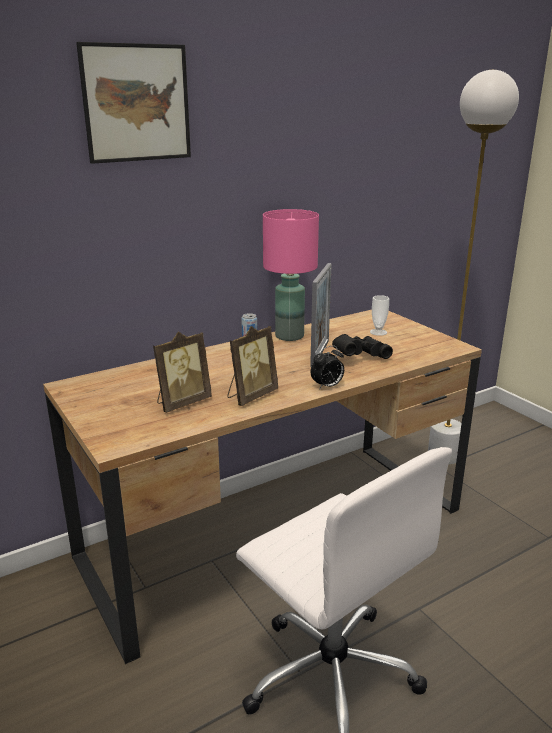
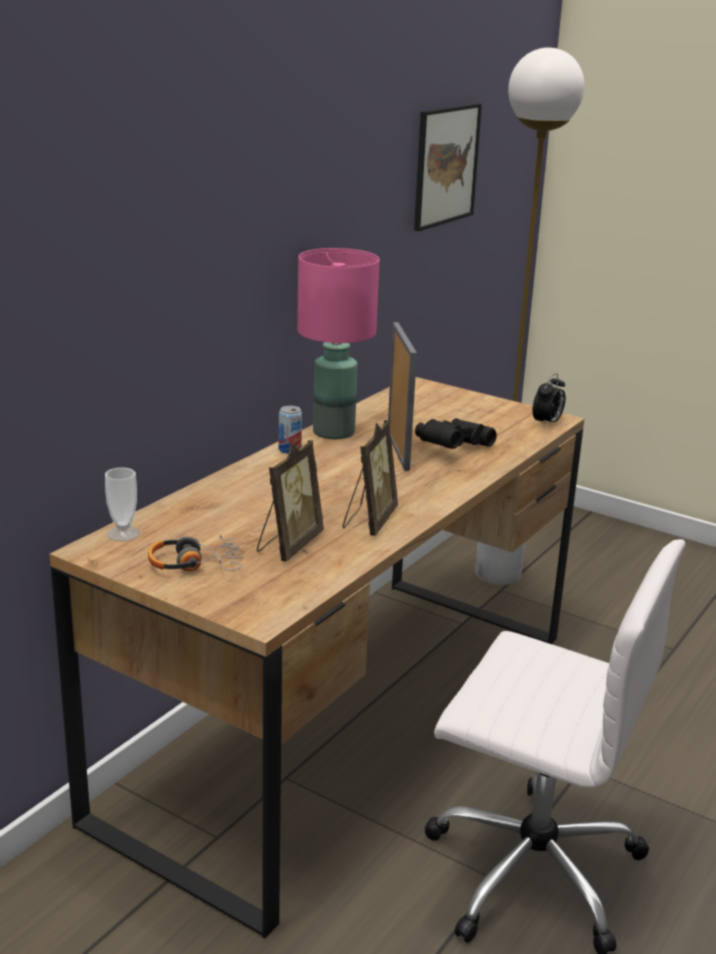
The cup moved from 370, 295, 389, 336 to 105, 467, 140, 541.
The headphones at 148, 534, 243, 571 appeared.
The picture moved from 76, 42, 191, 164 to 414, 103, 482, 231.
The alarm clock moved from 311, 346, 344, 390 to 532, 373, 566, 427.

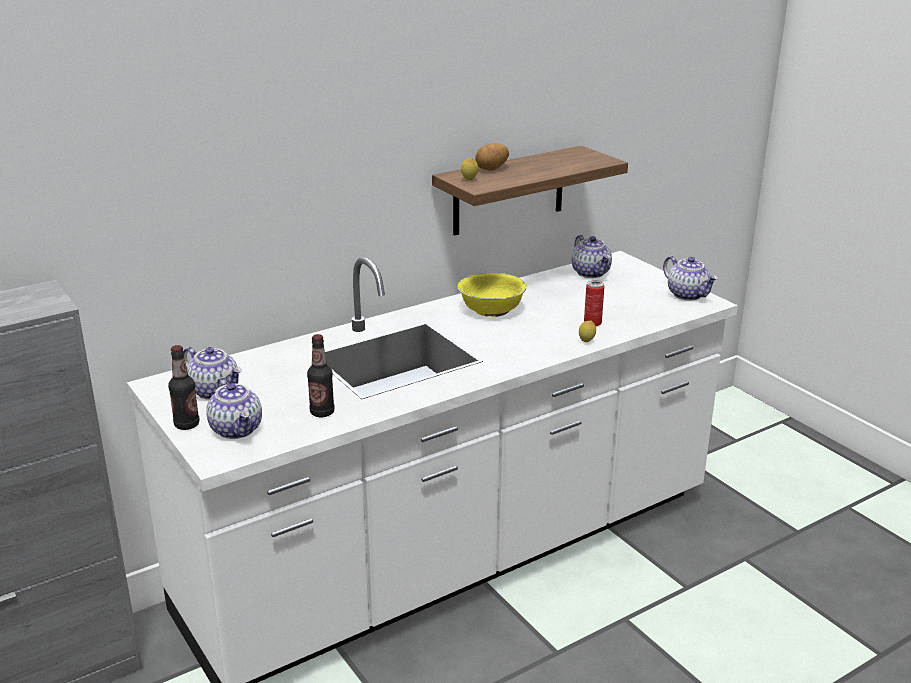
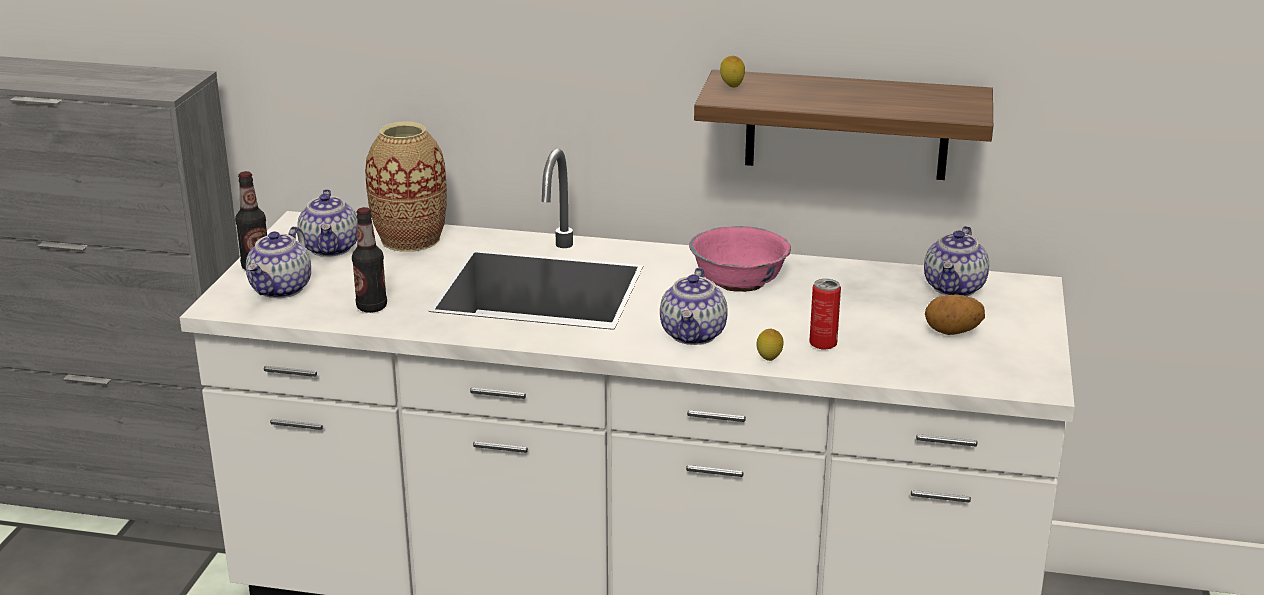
The vase at 365, 121, 446, 252 appeared.
The teapot moved from 663, 256, 718, 301 to 660, 268, 728, 345.
The bowl (yellow) at 458, 273, 527, 317 became the bowl (pink) at 689, 226, 791, 292.
The potato moved from 475, 143, 509, 171 to 925, 294, 985, 335.

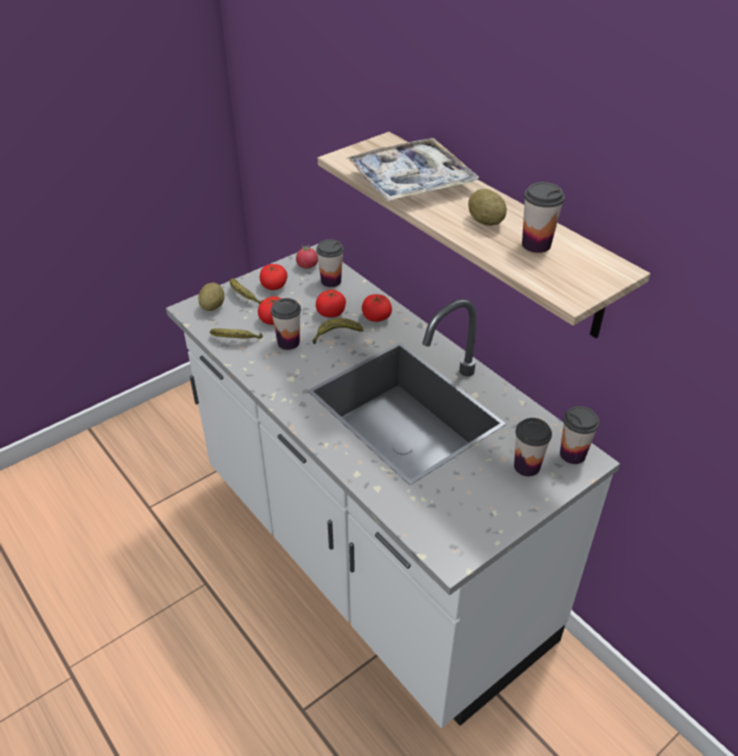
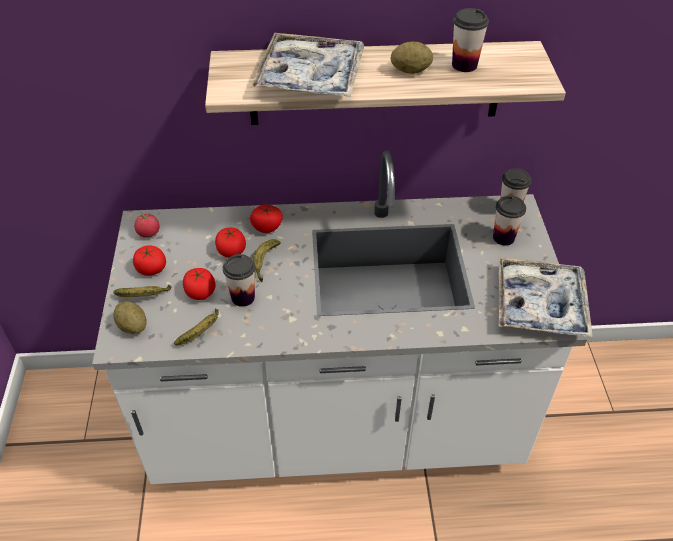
The tray at 499, 257, 592, 338 appeared.
The cup at 316, 239, 344, 287 disappeared.

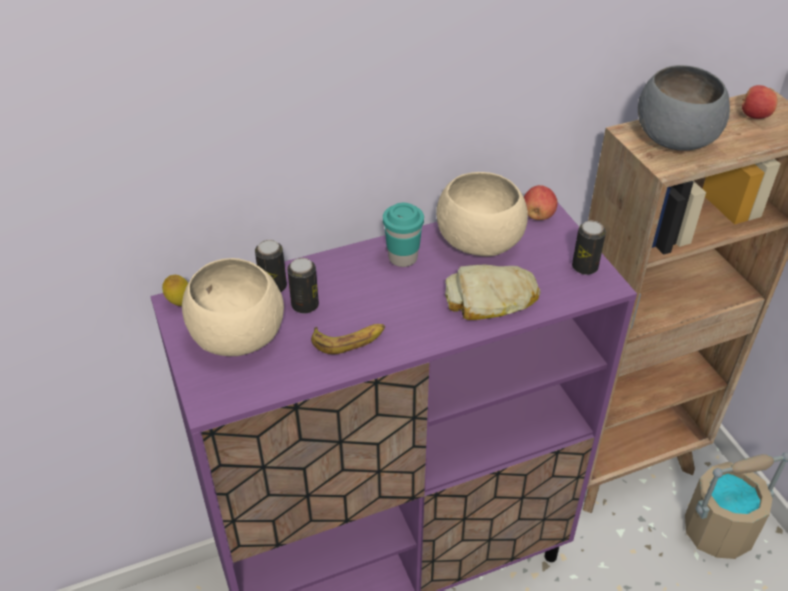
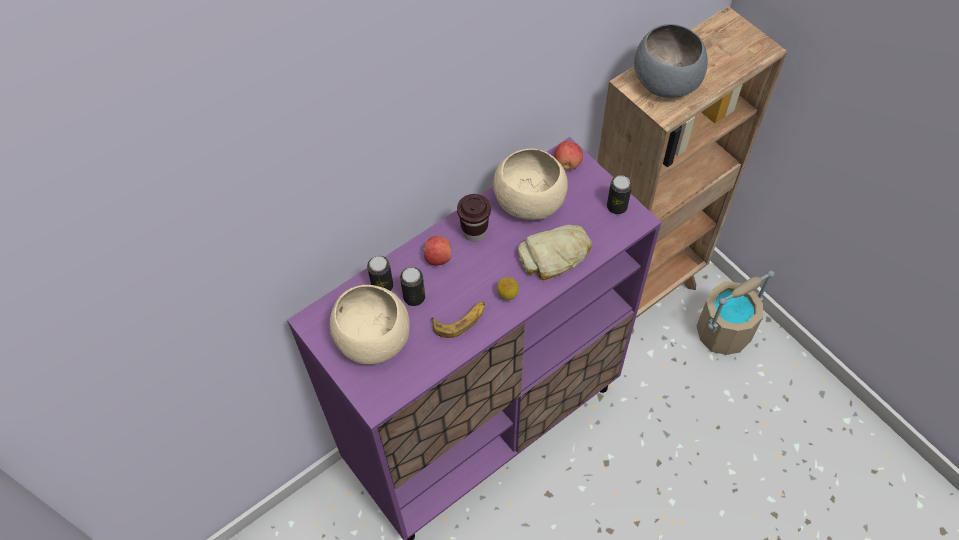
The apple moved from 742, 85, 778, 119 to 423, 236, 451, 266.
The cup (turquoise) at 383, 203, 424, 267 became the cup (brown) at 457, 194, 491, 242.
The lemon moved from 162, 275, 188, 306 to 497, 277, 519, 300.

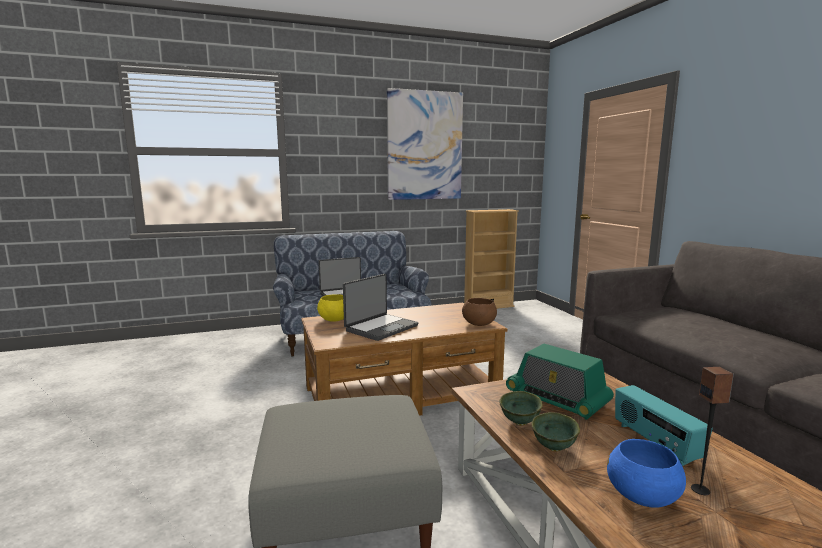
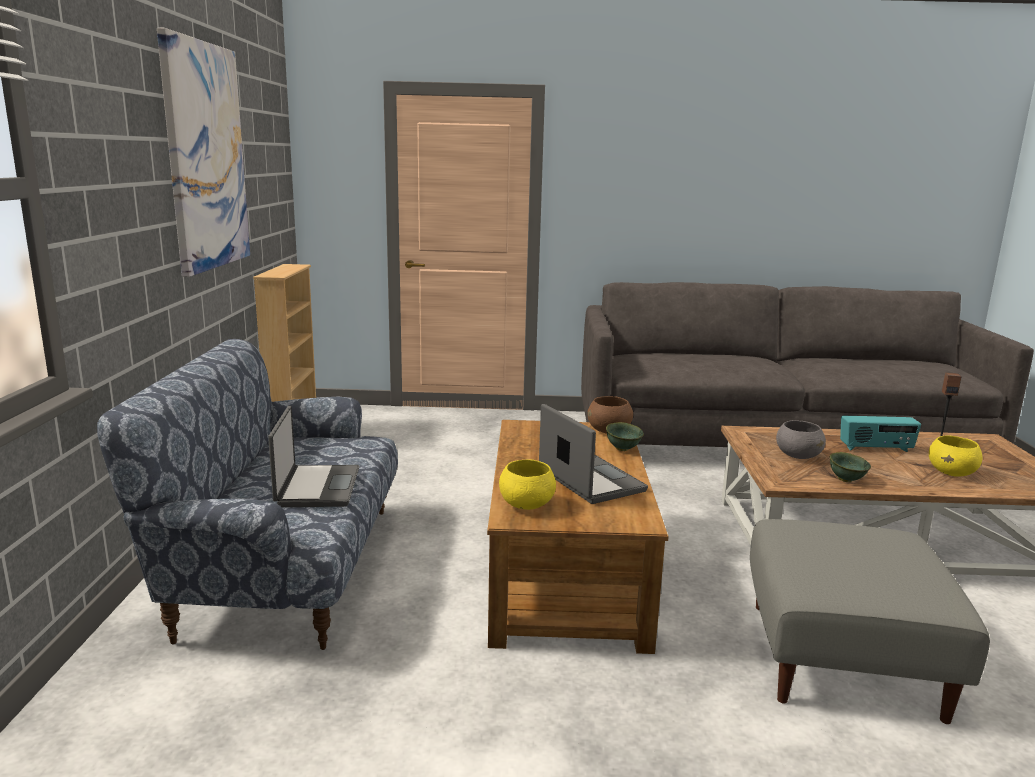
The bowl (green) moved from 531, 412, 580, 451 to 606, 422, 644, 451.
The radio at 506, 344, 614, 420 was replaced by the bowl (grey) at 776, 420, 826, 459.
The bowl (blue) at 607, 439, 686, 508 became the bowl (yellow) at 929, 435, 982, 477.

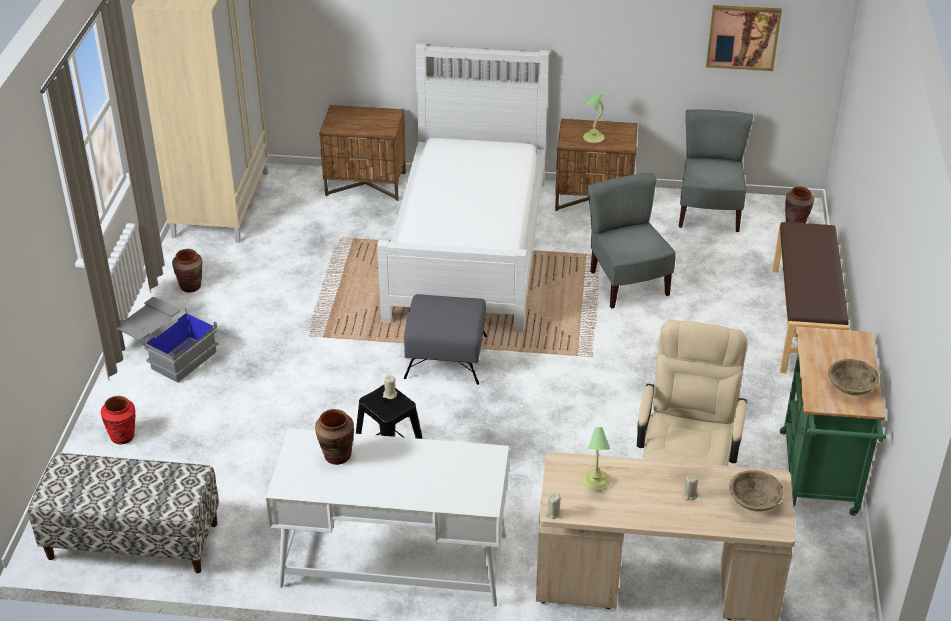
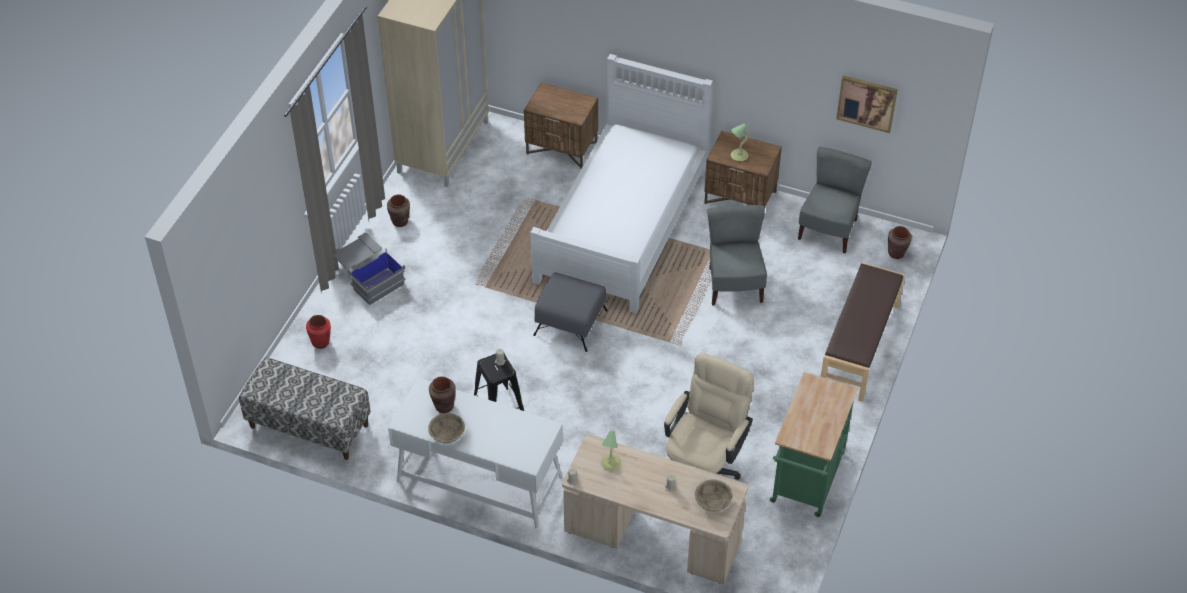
The bowl (beige) moved from 828, 359, 879, 395 to 428, 413, 465, 443.

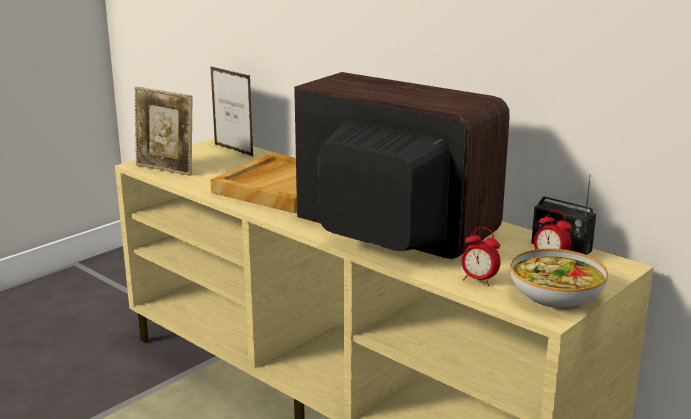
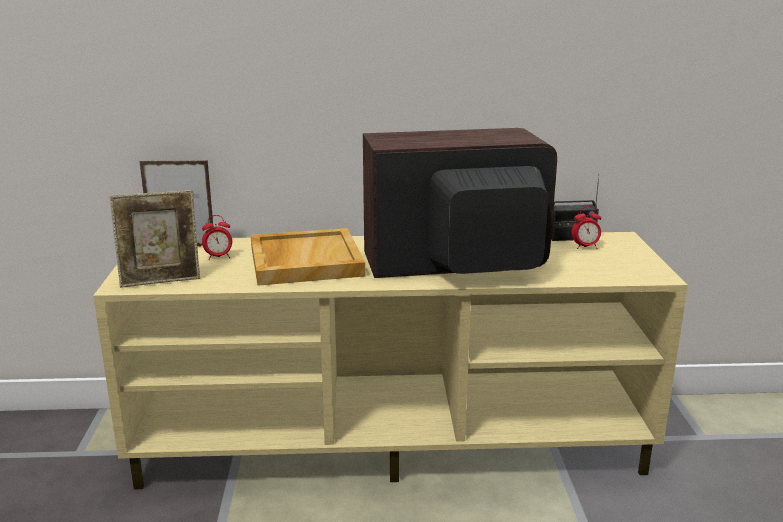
The alarm clock moved from 462, 227, 501, 286 to 202, 215, 232, 260.
The bowl at 510, 249, 608, 310 disappeared.

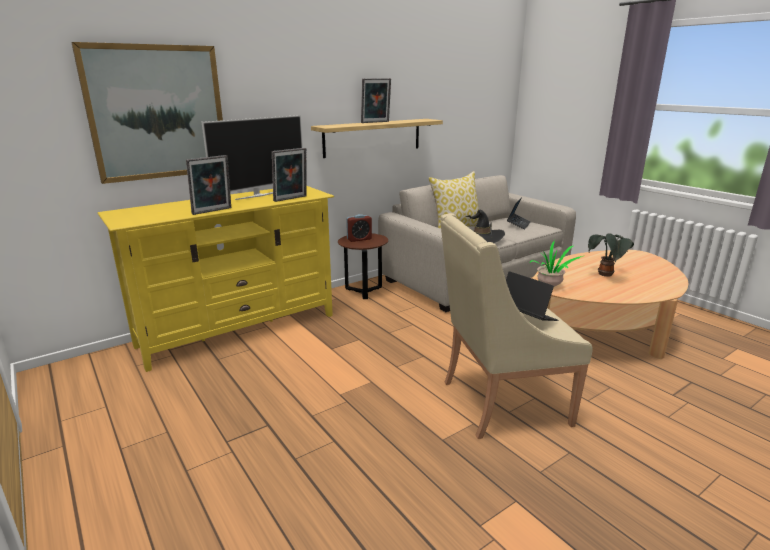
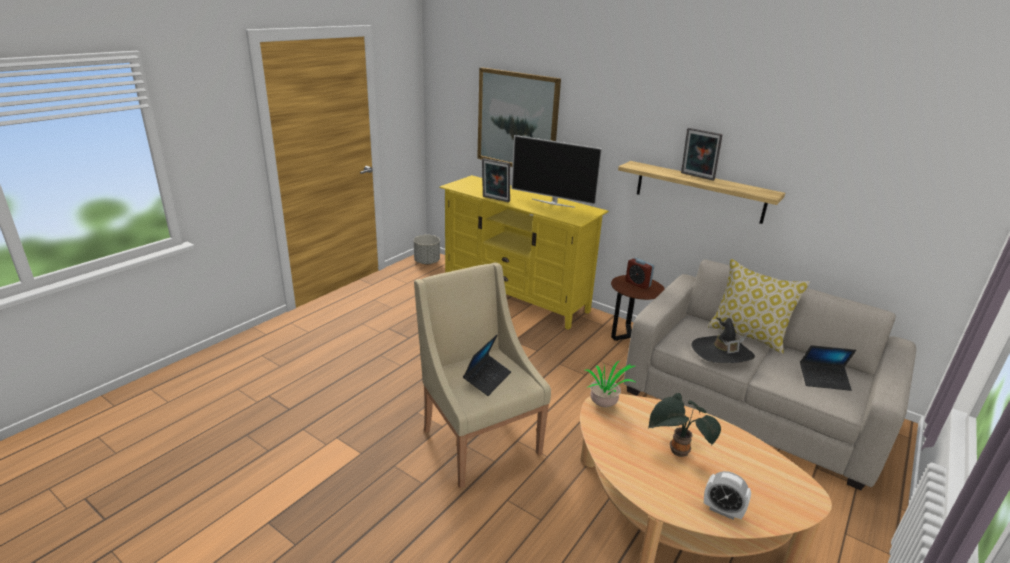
The planter (grey) at 414, 235, 440, 265 appeared.
The alarm clock at 704, 471, 751, 520 appeared.
The picture frame at 272, 148, 307, 202 disappeared.

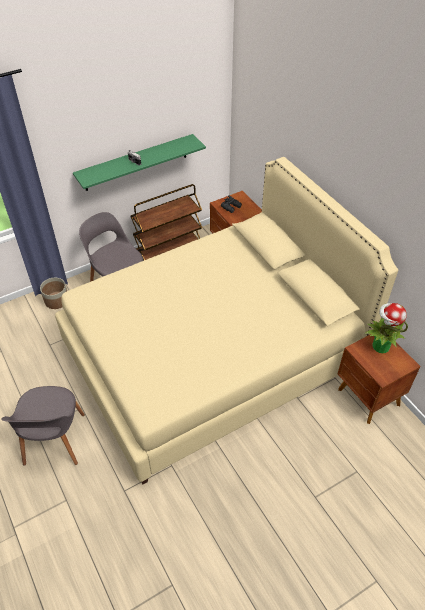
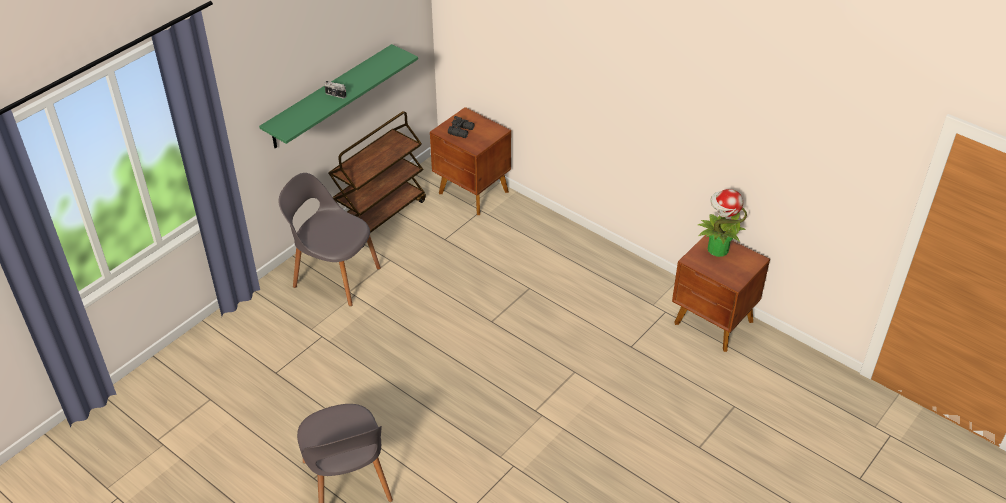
The planter at 40, 278, 67, 309 disappeared.
The bed (beige) at 55, 157, 398, 484 disappeared.

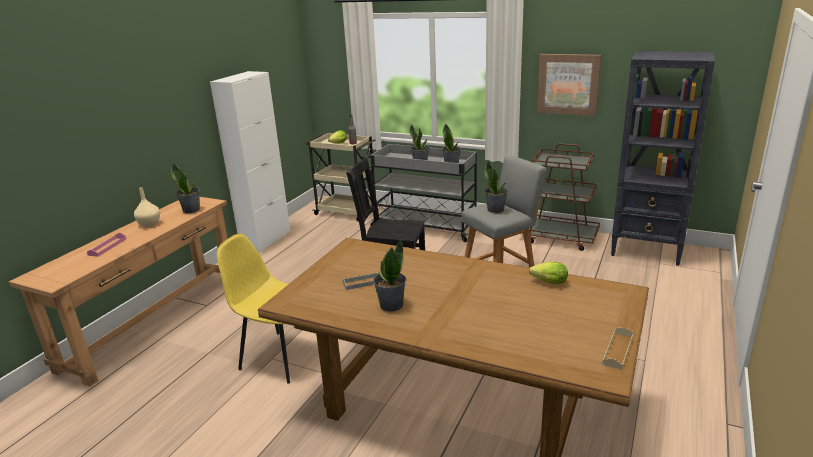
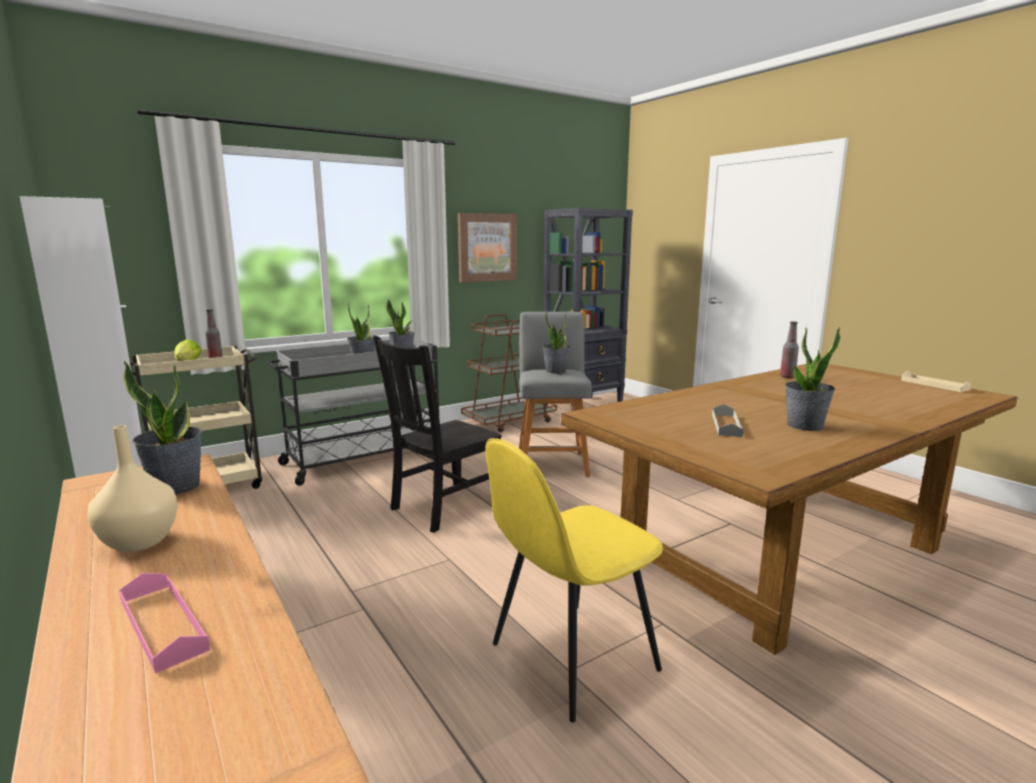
The lettuce at 529, 262, 568, 284 was replaced by the bottle at 780, 322, 799, 378.

